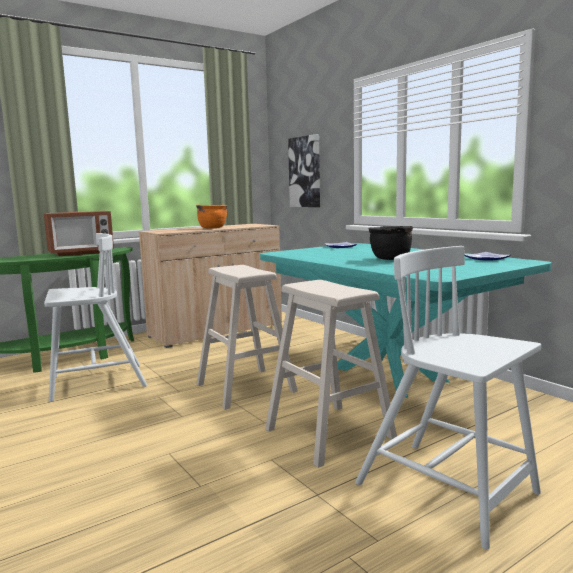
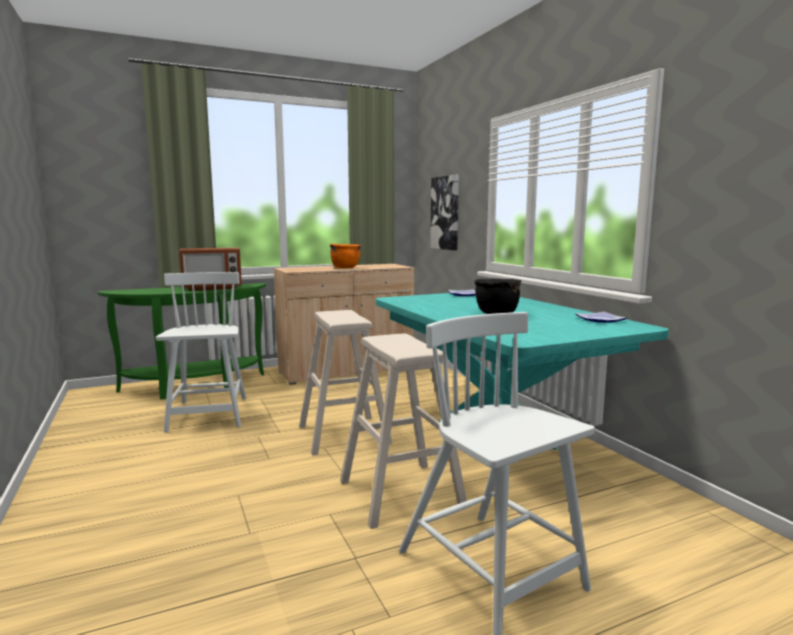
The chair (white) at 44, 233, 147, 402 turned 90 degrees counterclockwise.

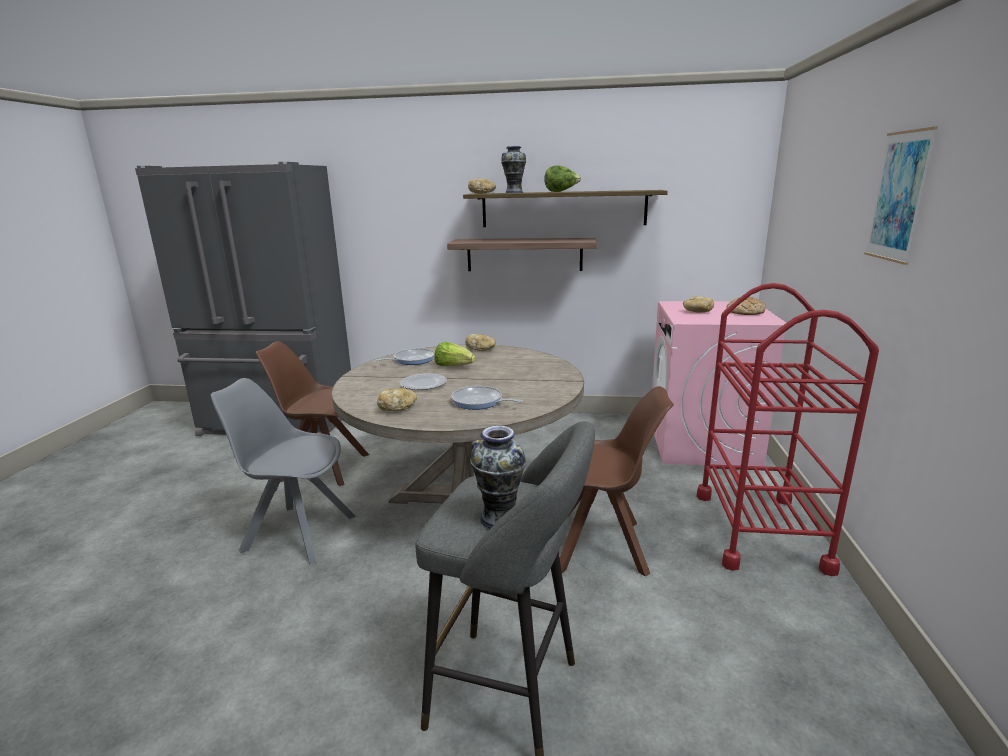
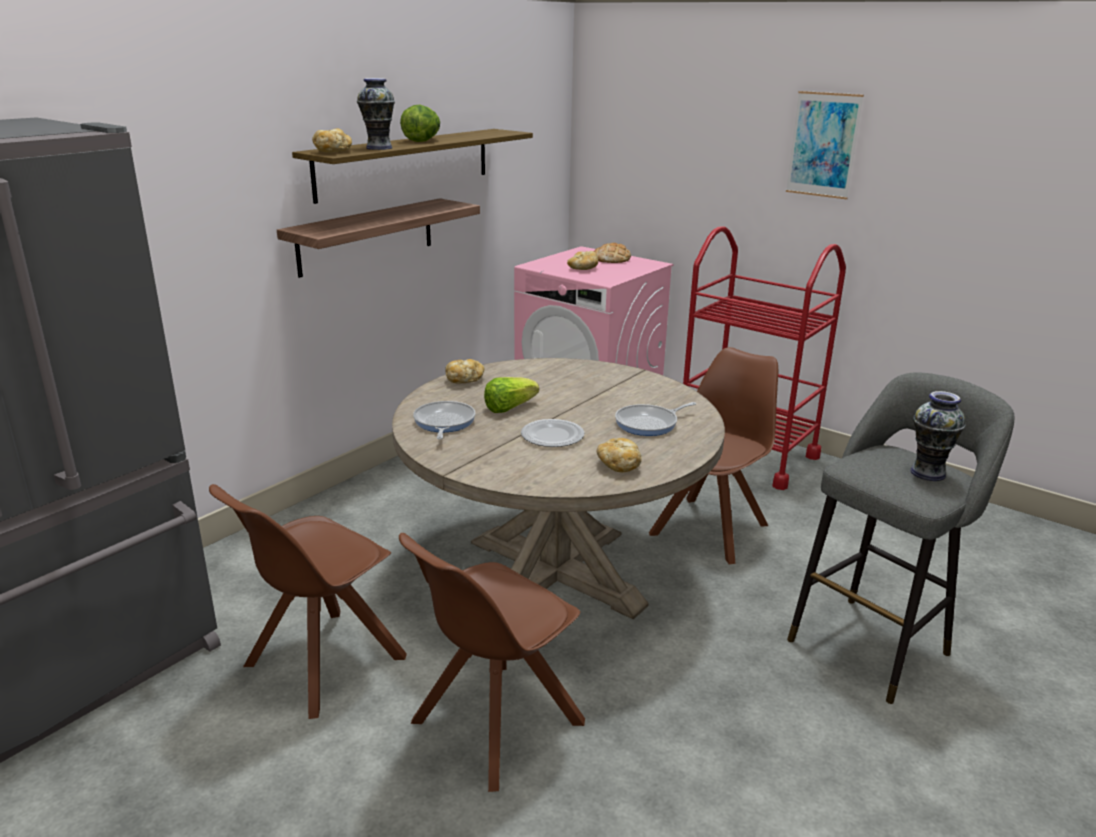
The chair (grey) at 211, 378, 356, 564 became the chair (brown) at 399, 533, 585, 792.

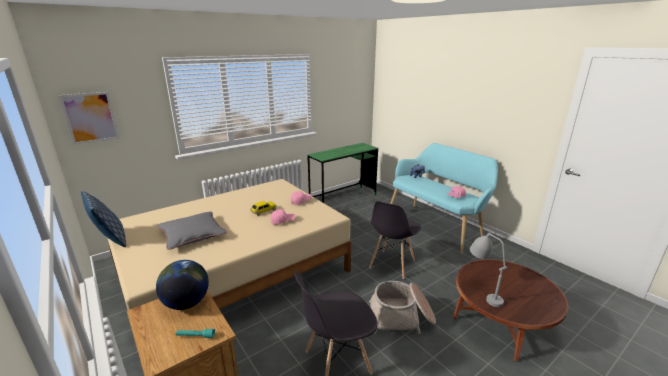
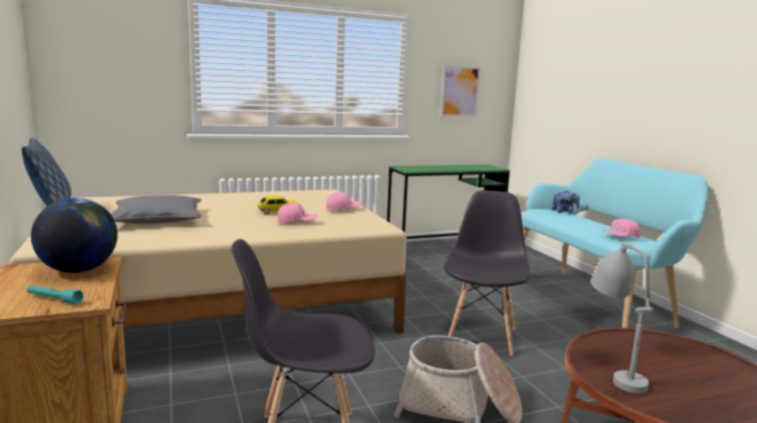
The picture moved from 59, 92, 120, 145 to 440, 65, 481, 117.
The chair (grey) at 369, 201, 421, 279 turned 150 degrees clockwise.

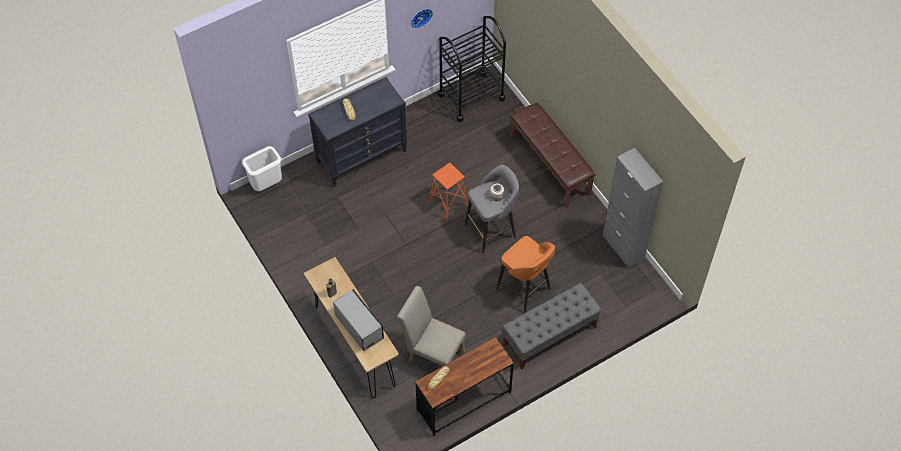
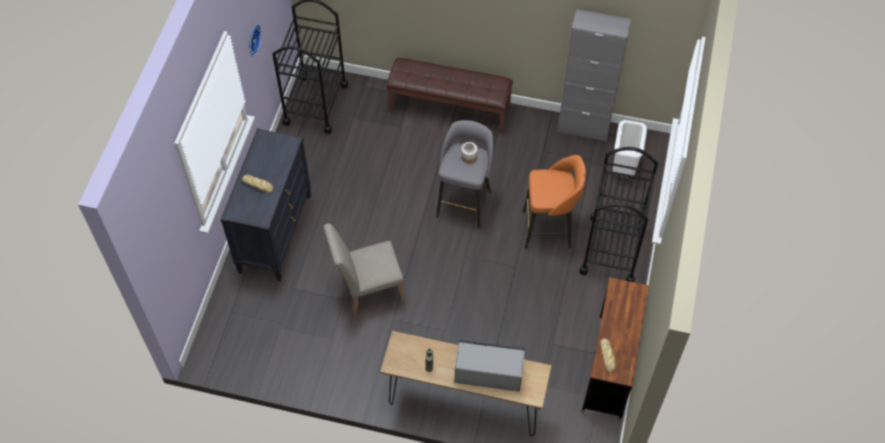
The chair (beige) moved from 397, 286, 466, 366 to 323, 223, 404, 315.
The bench (grey) at 503, 283, 602, 370 was replaced by the cart (black) at 579, 147, 658, 282.
The trash can (white) moved from 242, 146, 282, 191 to 613, 120, 647, 177.
The stool (orange) at 430, 163, 467, 220 disappeared.

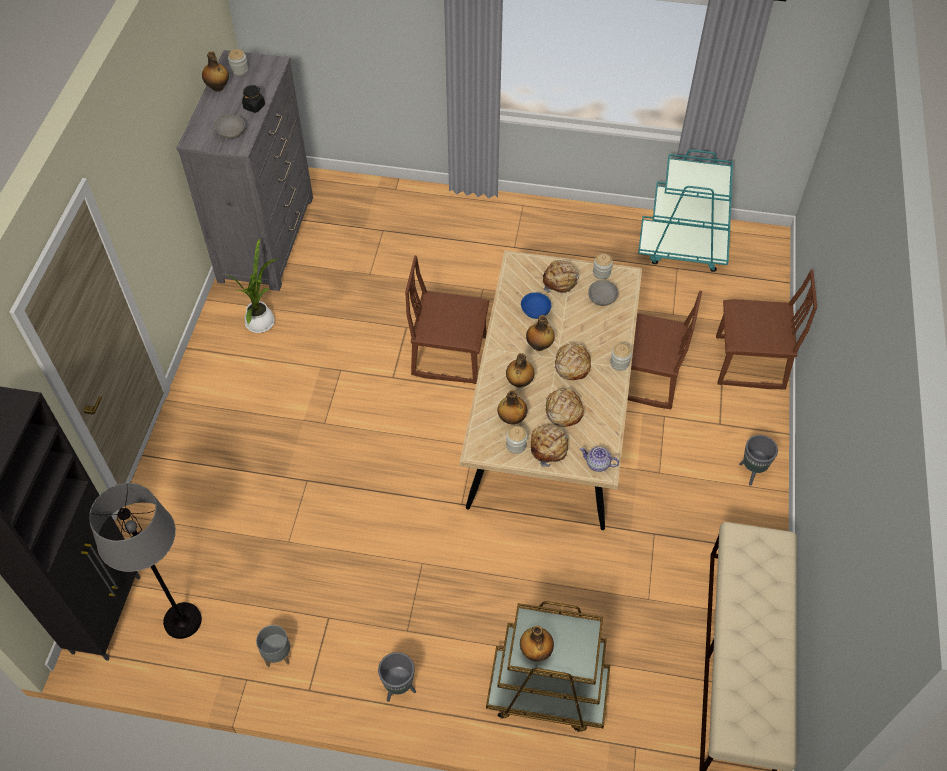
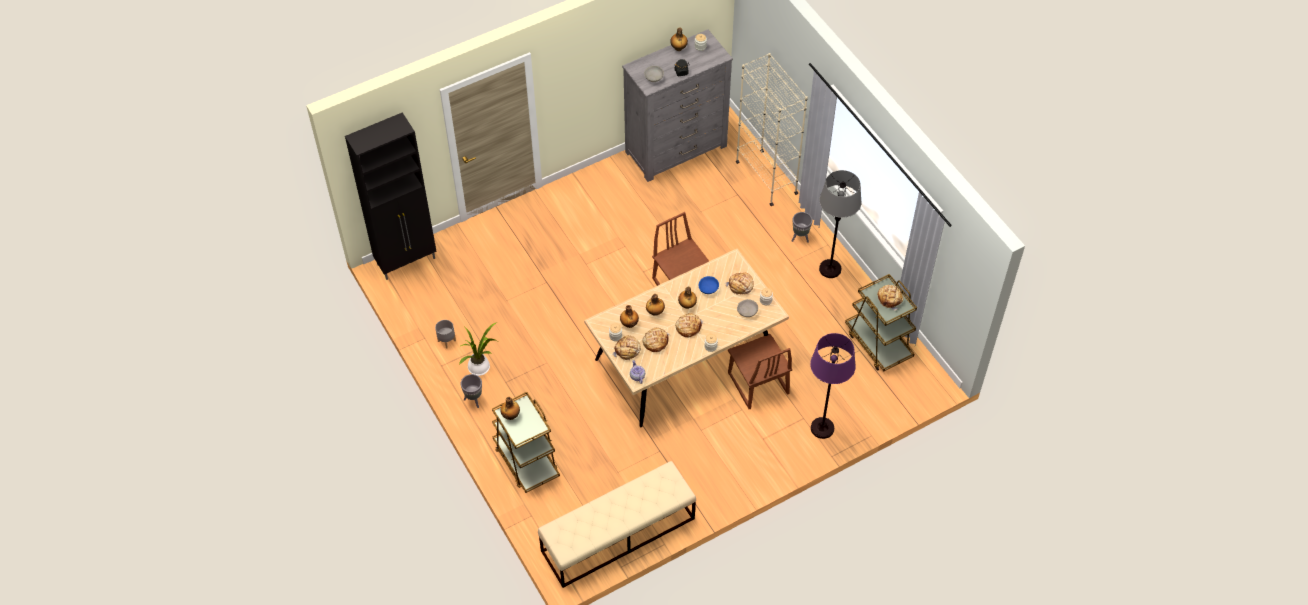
The potted plant moved from 224, 238, 279, 333 to 459, 322, 498, 376.
The bookcase (beige) at 736, 53, 808, 206 appeared.
The planter (grey) moved from 739, 435, 778, 486 to 792, 212, 813, 243.
The chair (brown) at 716, 269, 817, 389 was replaced by the floor lamp (purple) at 810, 333, 856, 439.
The floor lamp (grey) moved from 89, 483, 202, 639 to 819, 170, 862, 278.
The cart (turquoise) at 638, 150, 733, 272 became the cart (brown) at 845, 274, 917, 371.
The bread at 877, 285, 903, 311 appeared.

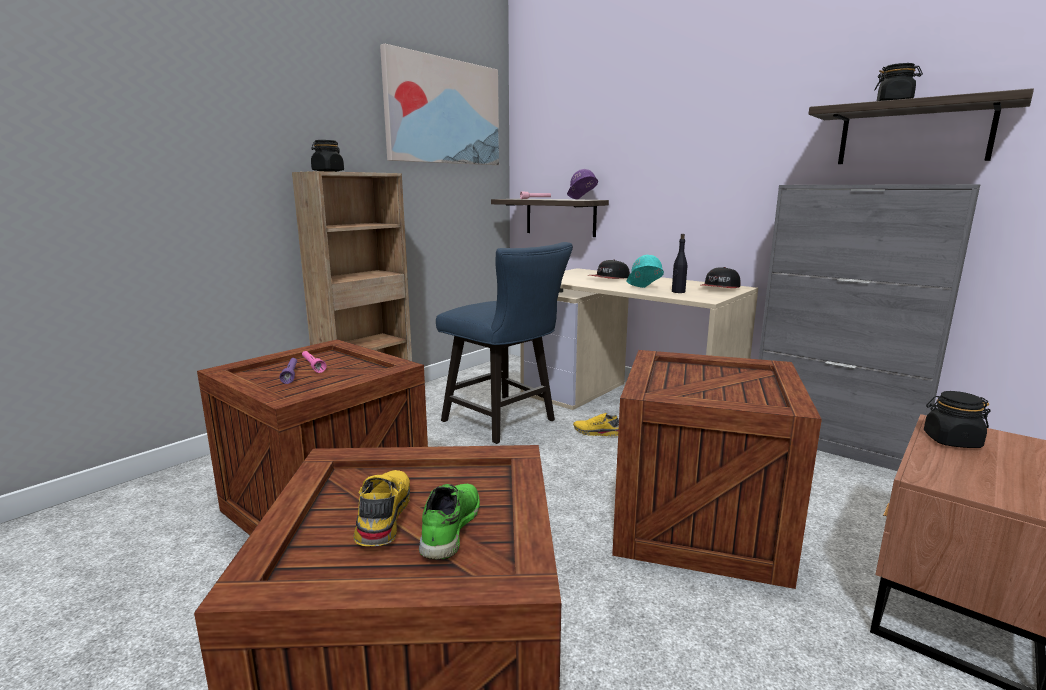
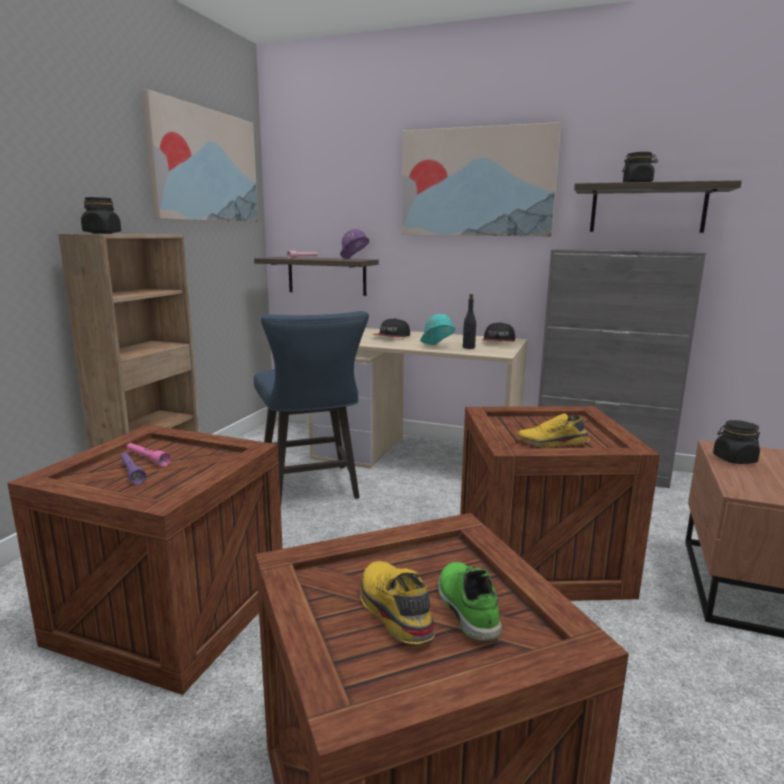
The chair (blue) at 436, 242, 573, 444 turned 45 degrees clockwise.
The picture at 401, 122, 561, 237 appeared.
The shoe (yellow) moved from 573, 413, 619, 436 to 518, 413, 590, 447.

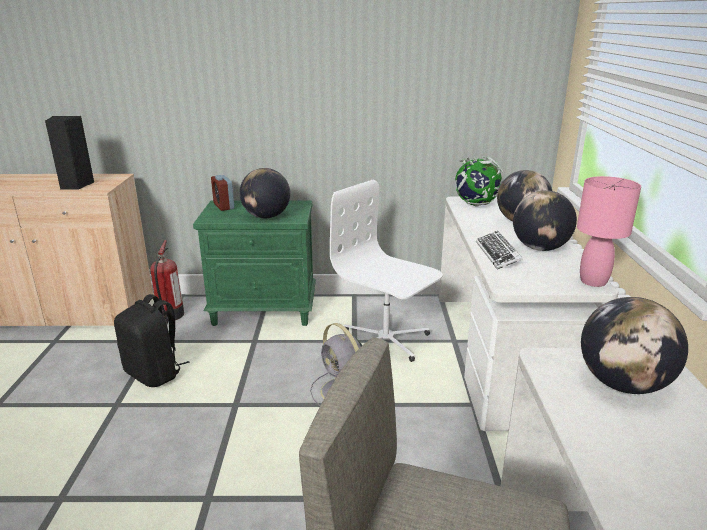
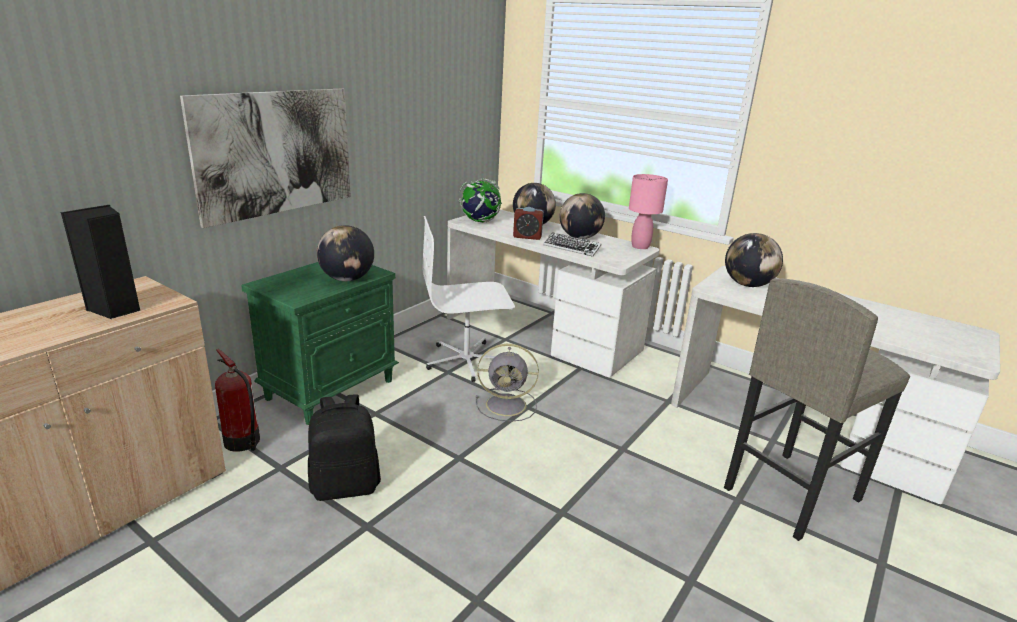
The picture at 180, 88, 351, 228 appeared.
The alarm clock moved from 211, 175, 234, 211 to 513, 207, 544, 240.

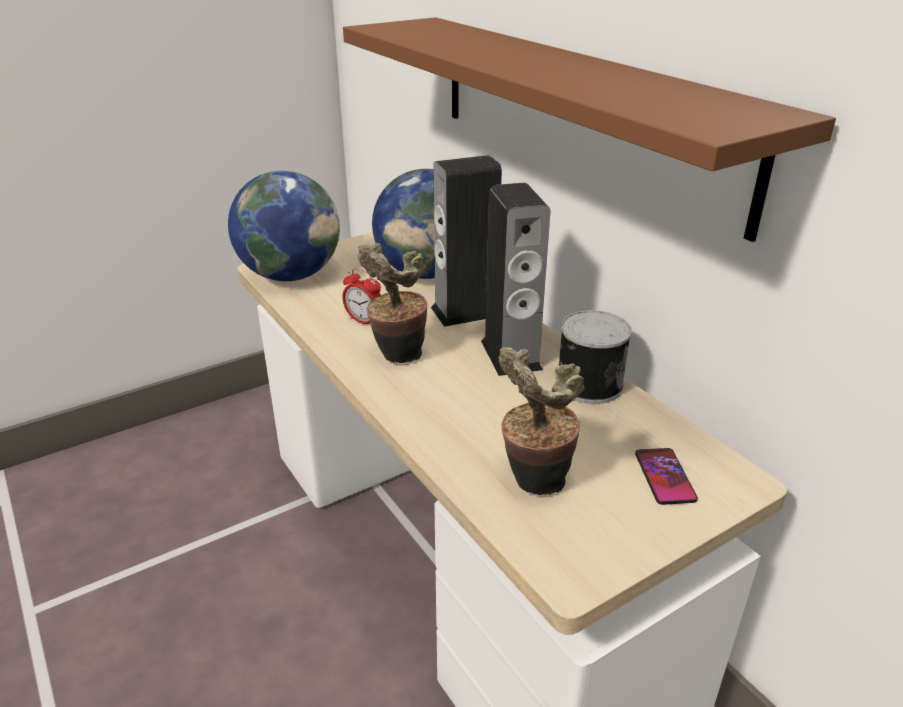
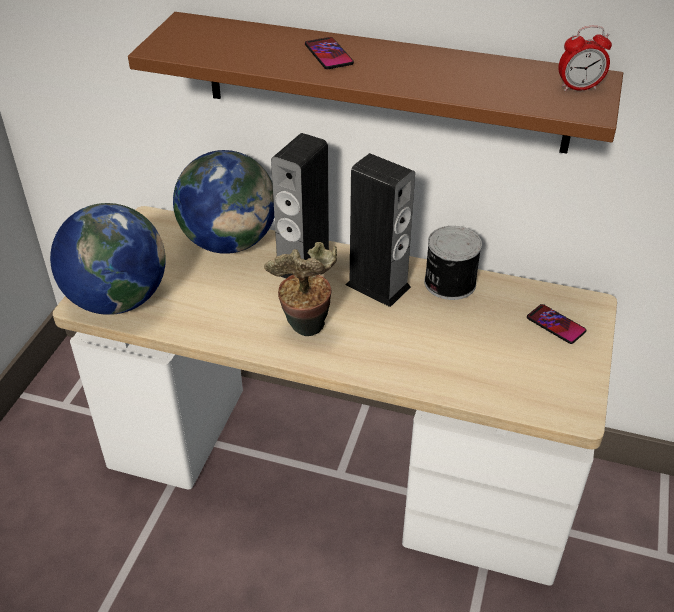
The phone at 305, 37, 354, 69 appeared.
The alarm clock moved from 343, 267, 381, 324 to 558, 26, 612, 91.
The potted plant at 498, 347, 585, 495 disappeared.

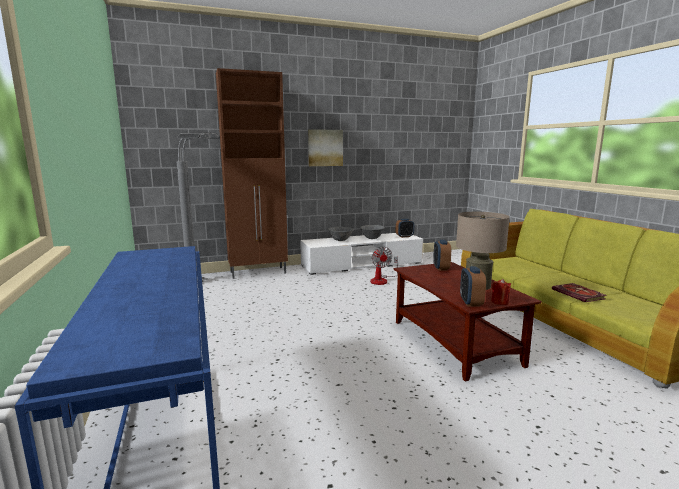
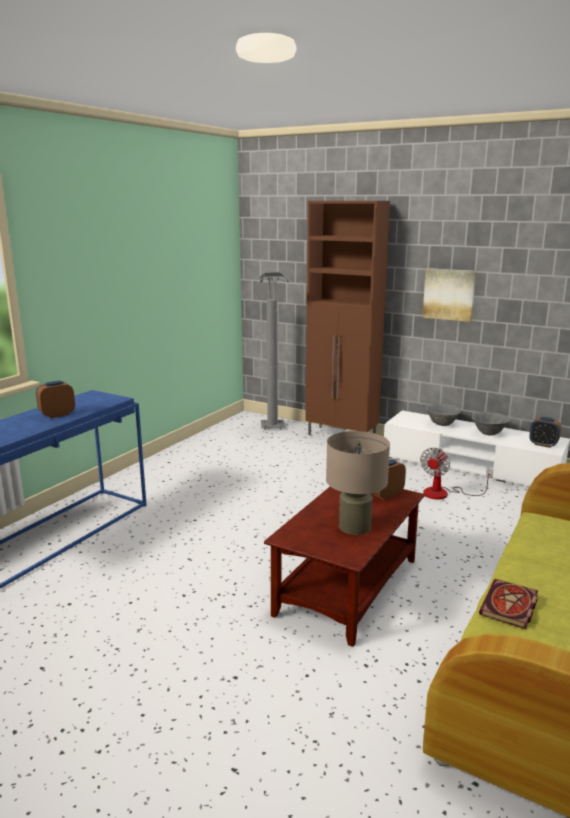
The alarm clock moved from 460, 266, 486, 307 to 36, 381, 75, 418.
The candle (red) at 491, 279, 511, 305 disappeared.

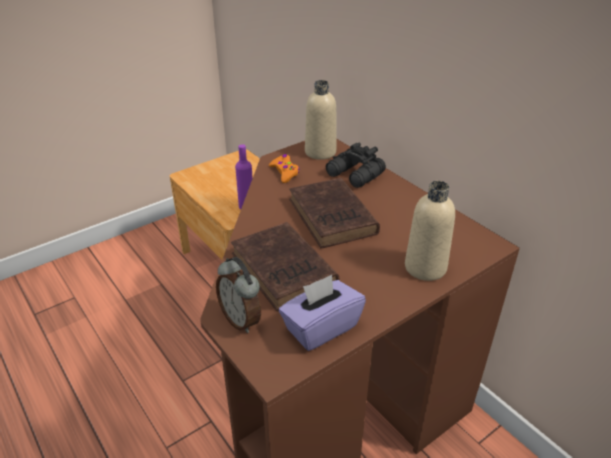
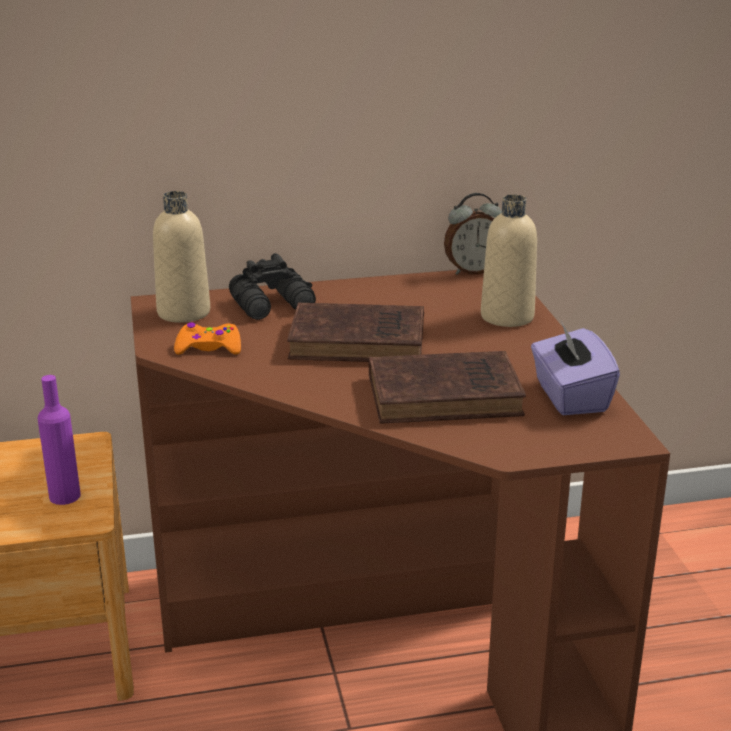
The alarm clock moved from 216, 257, 261, 333 to 444, 193, 502, 275.

